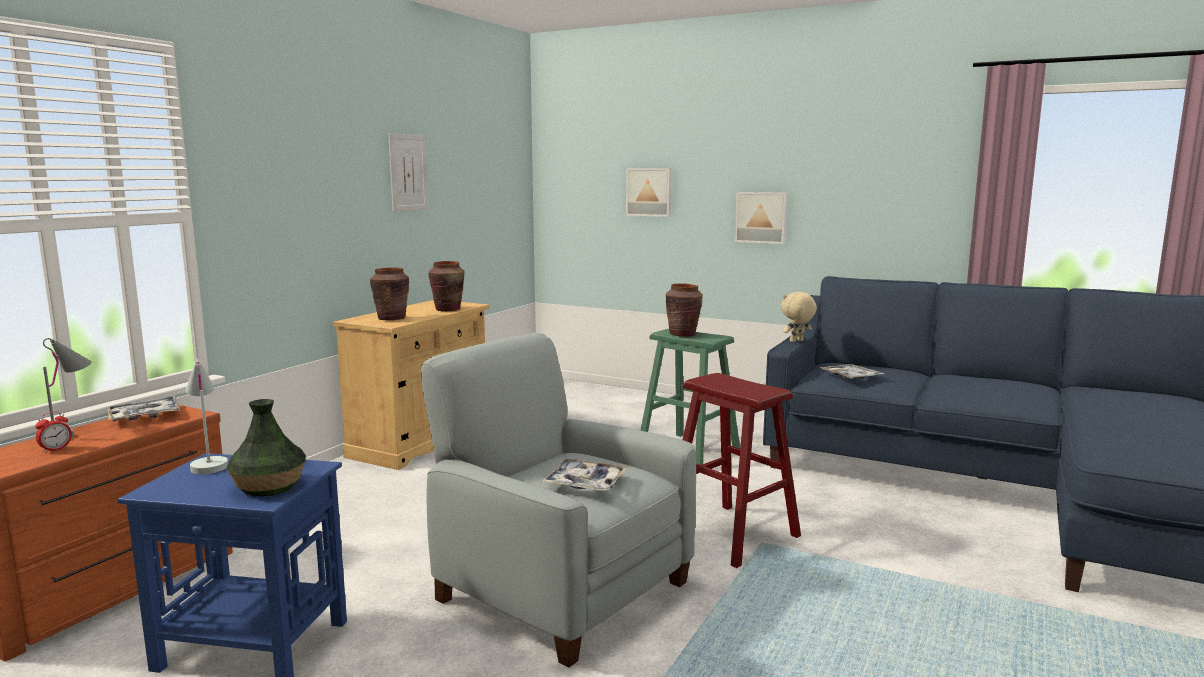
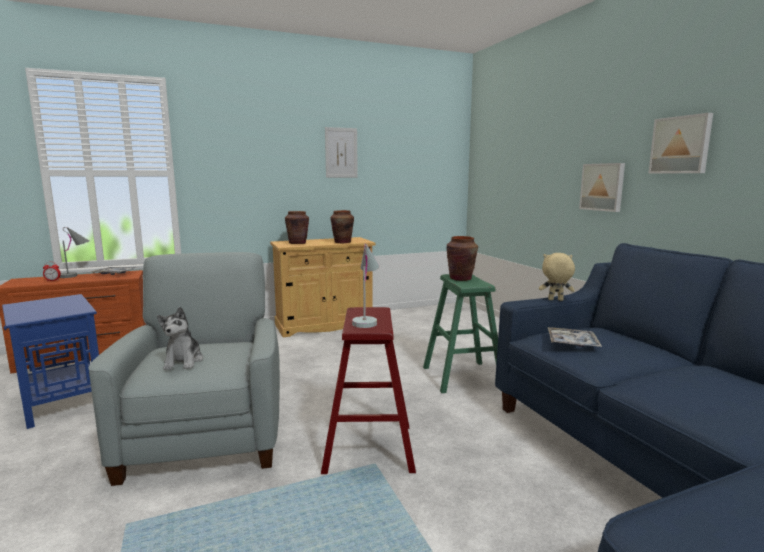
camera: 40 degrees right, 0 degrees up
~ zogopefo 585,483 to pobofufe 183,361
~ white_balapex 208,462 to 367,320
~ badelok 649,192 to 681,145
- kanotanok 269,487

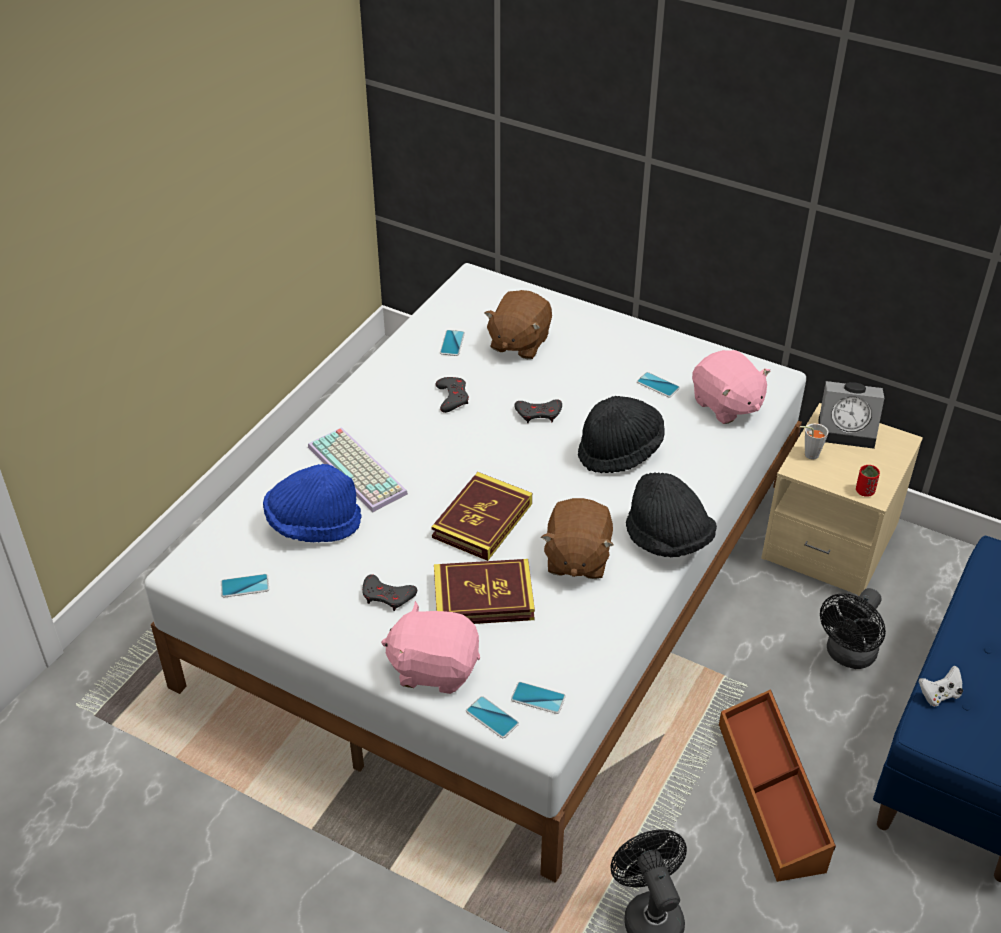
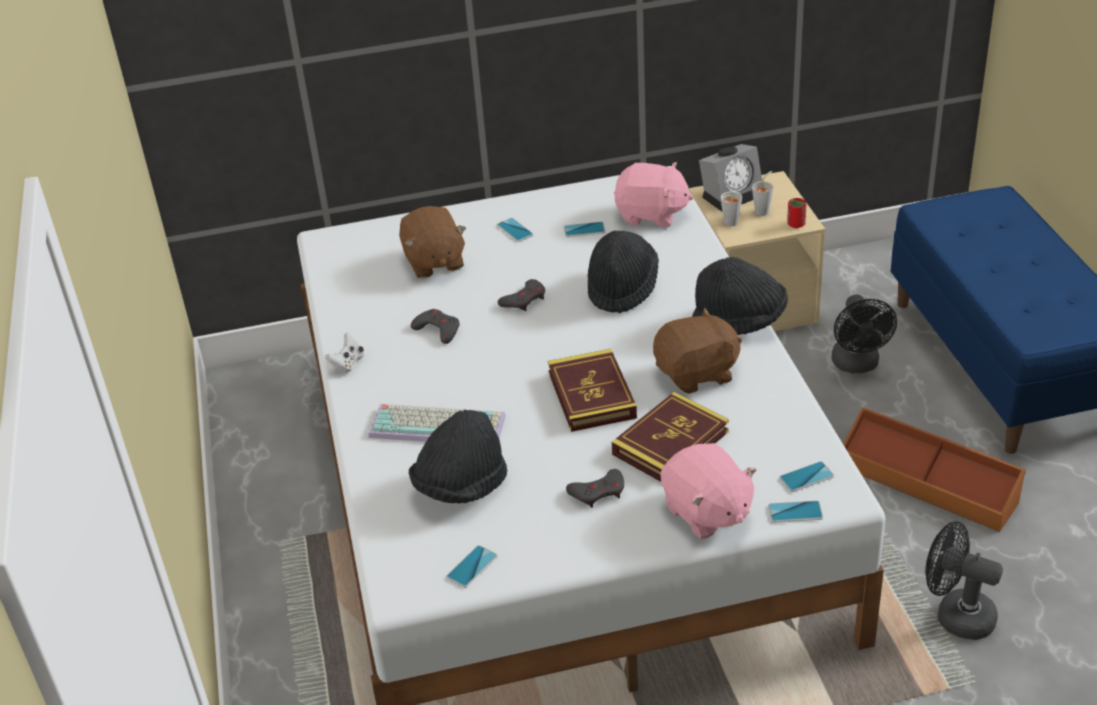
camera: 40 degrees left, 5 degrees down
~ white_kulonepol 939,695 to 347,363
~ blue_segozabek 313,524 to black_segozabek 461,486
~ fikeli 452,343 to 515,230
~ brown_pobofufe 576,558 = 697,374 75 degrees counterclockwise
~ pink_pobofufe 434,668 = 706,512 90 degrees counterclockwise
+ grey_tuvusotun 764,210

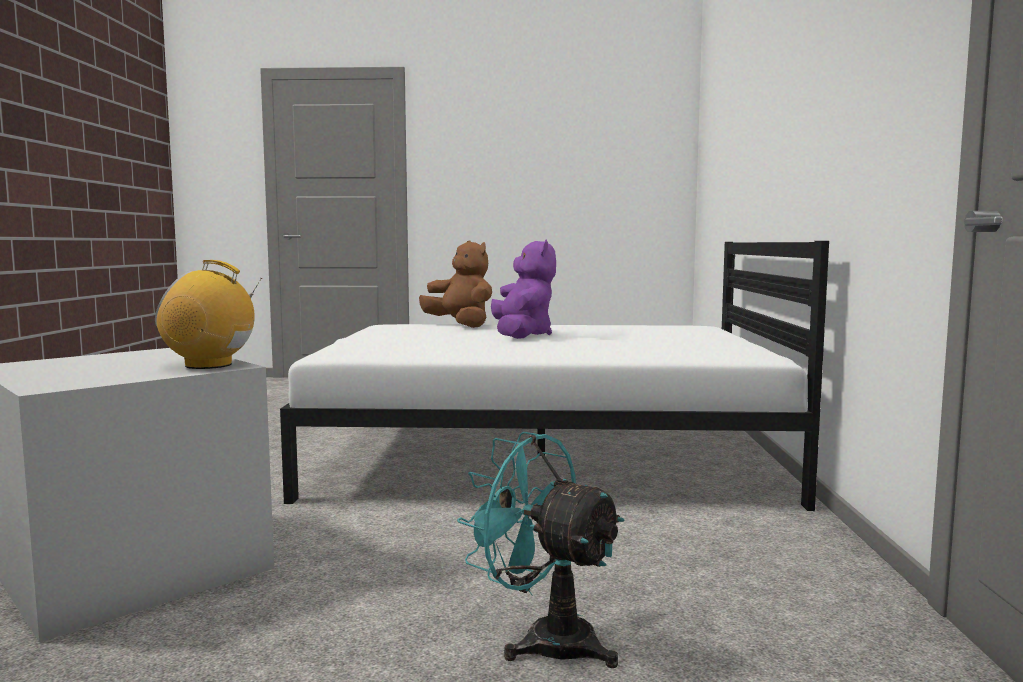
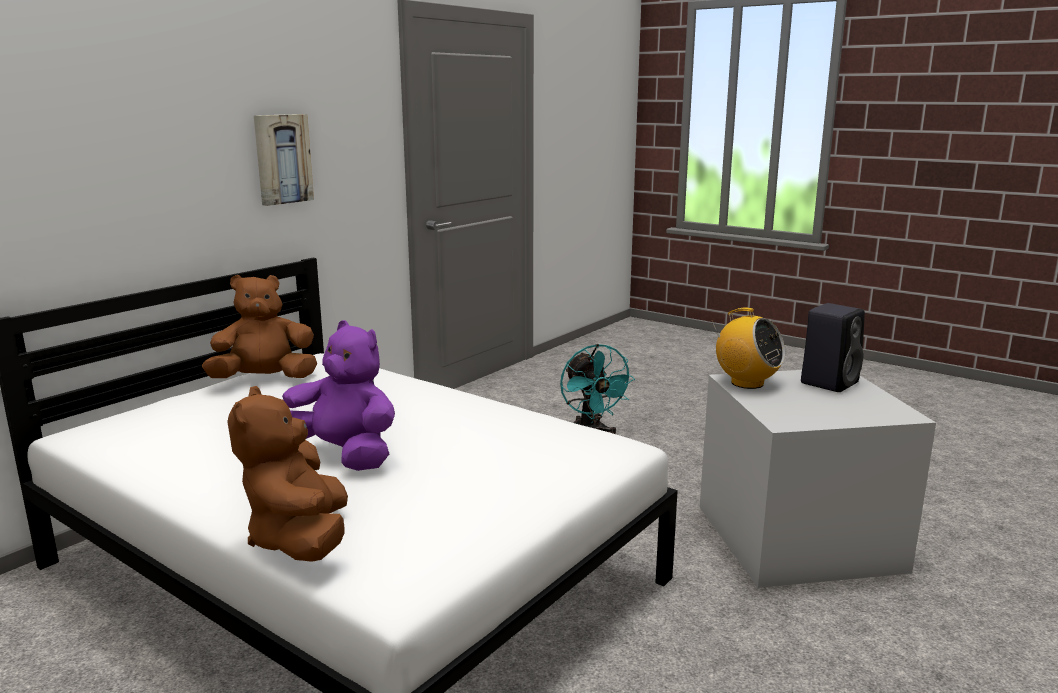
camera: 145 degrees left, 10 degrees up
+ brown_pobofufe 264,379
+ badelok 282,159
~ purple_pobofufe 522,335 = 344,455 90 degrees clockwise
+ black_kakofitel 829,382

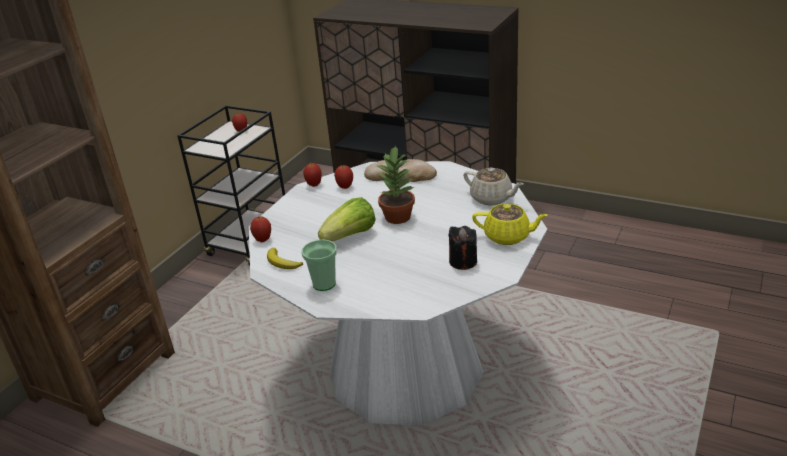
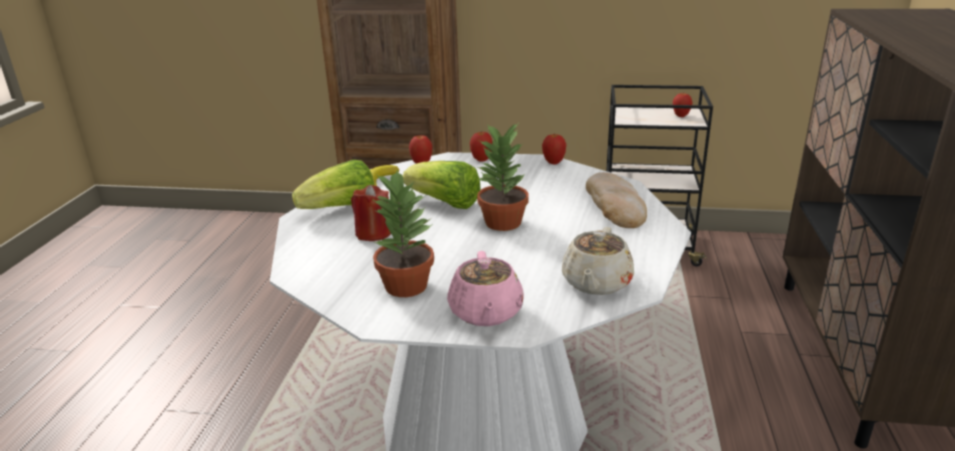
camera: 70 degrees right, 5 degrees down
~ tuvusotun 324,284 to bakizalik 341,209
+ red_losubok 373,233
~ black_losubok 463,261 to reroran 405,285
~ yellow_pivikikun 508,236 to pink_pivikikun 485,313
~ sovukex 345,187 to 481,160

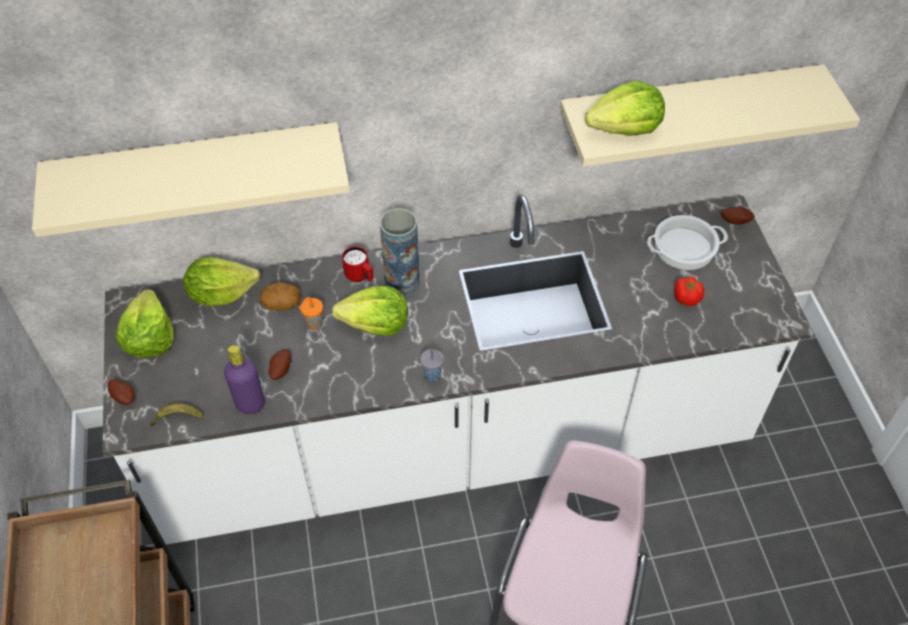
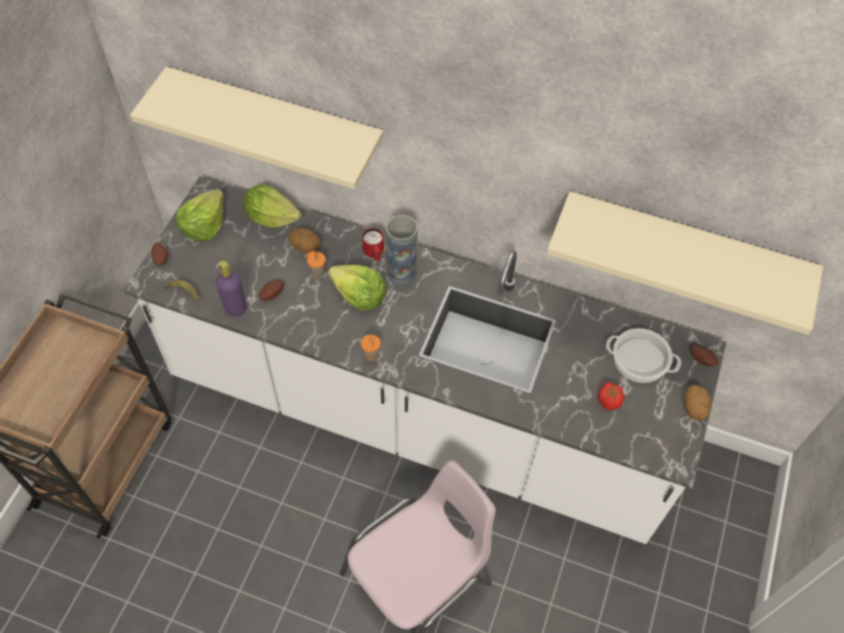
camera: 30 degrees right, 5 degrees up
~ grey_tuvusotun 433,376 to orange_tuvusotun 371,356
+ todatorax 694,408
- bakizalik 625,129

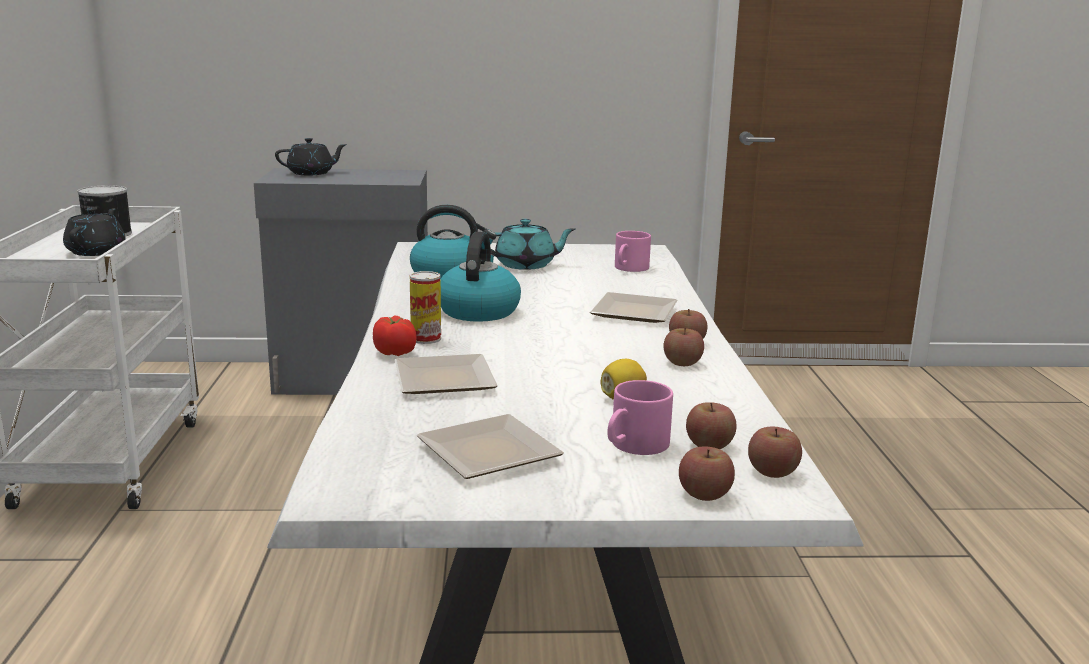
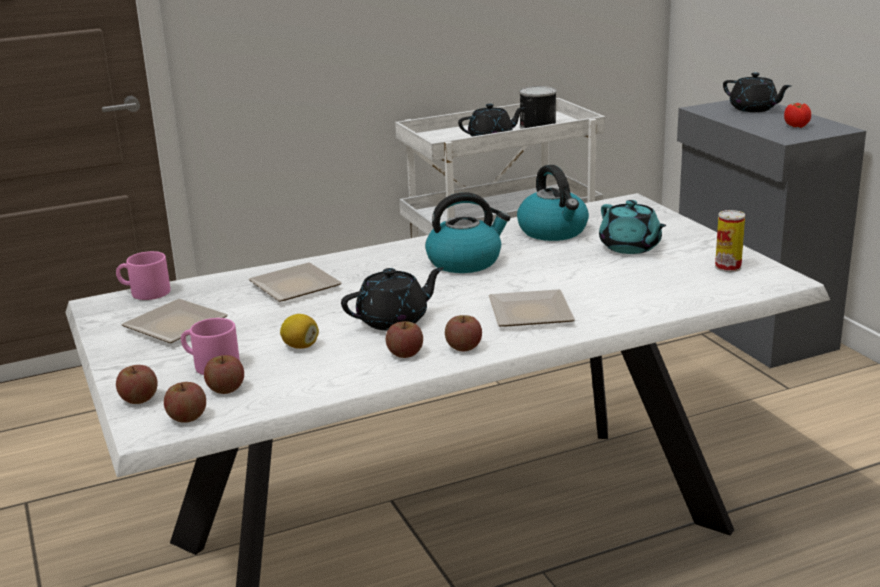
camera: 70 degrees right, 5 degrees up
~ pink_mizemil 629,269 to 144,292
+ black_pivikikun 394,320
~ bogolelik 426,338 to 728,267
~ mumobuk 394,353 to 797,126

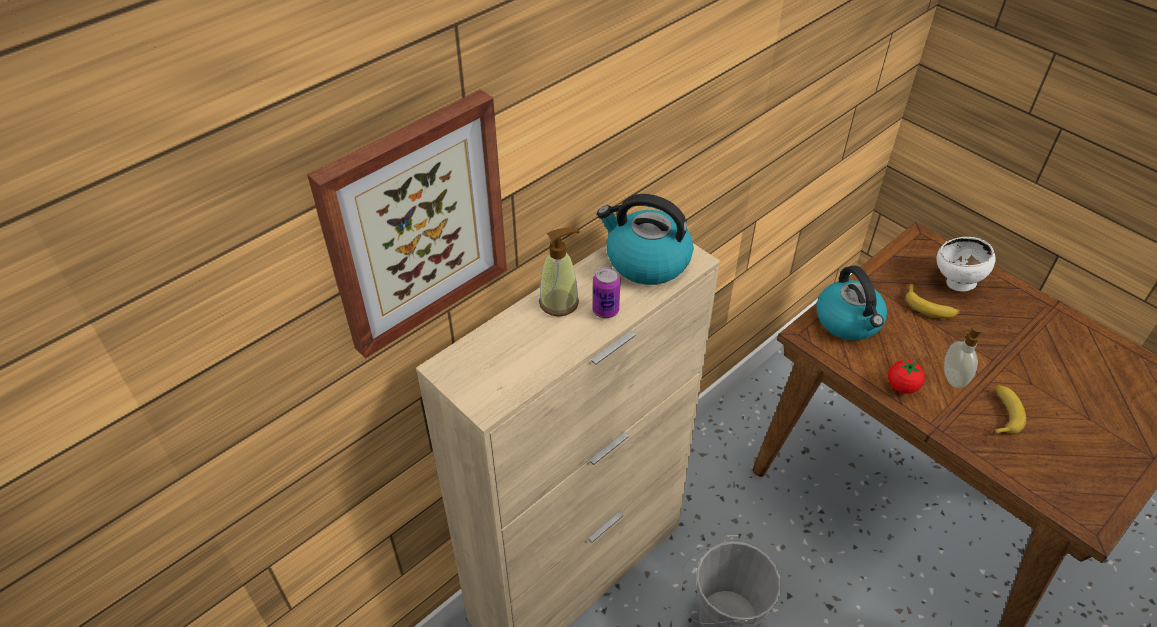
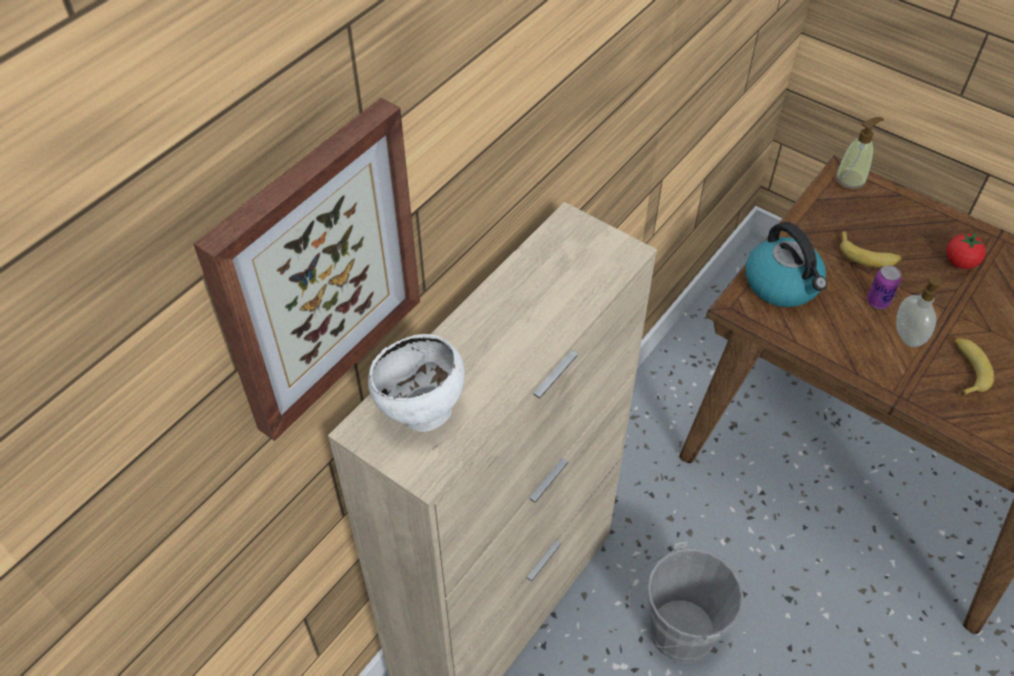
camera: 10 degrees left, 5 degrees up
~ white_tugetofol 955,283 to 420,413
~ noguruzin 559,302 to 850,180
~ bogolelik 605,310 to 877,302
~ mumobuk 902,386 to 960,262
- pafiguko 646,261

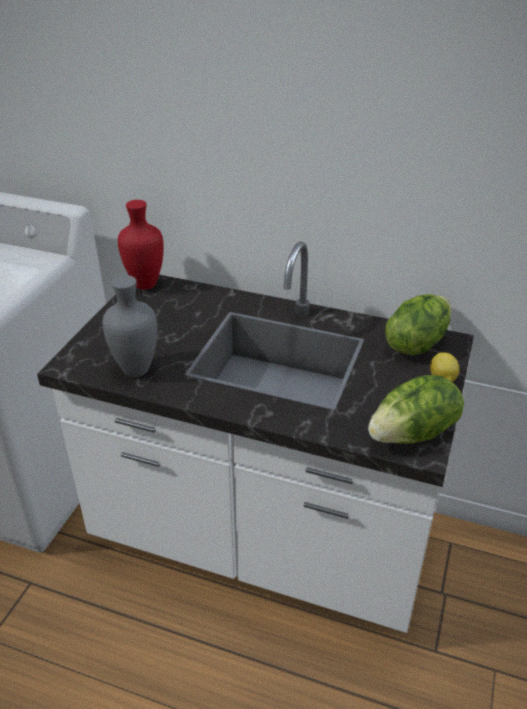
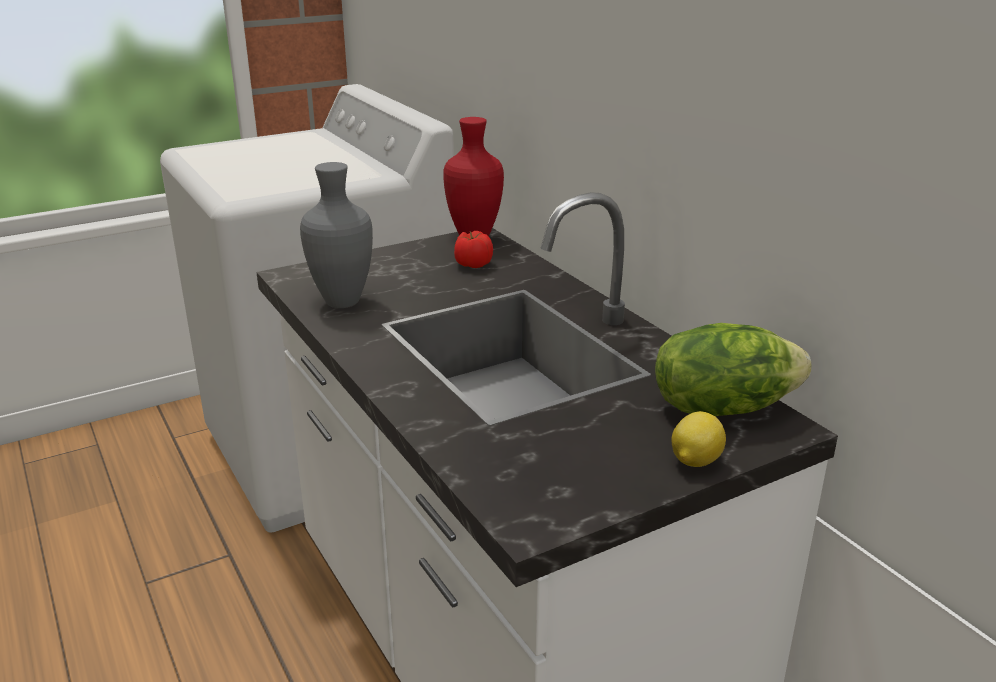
camera: 40 degrees right, 10 degrees down
+ mumobuk 472,264
- bakizalik 414,433

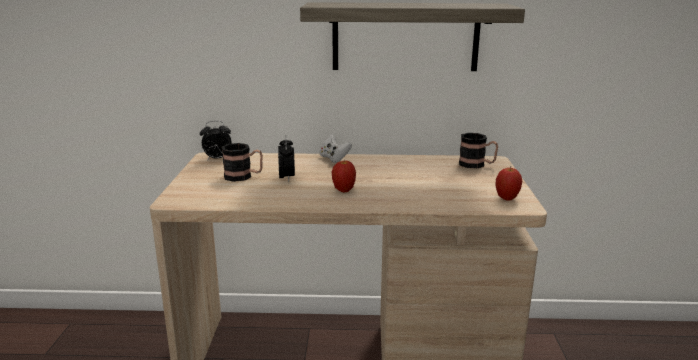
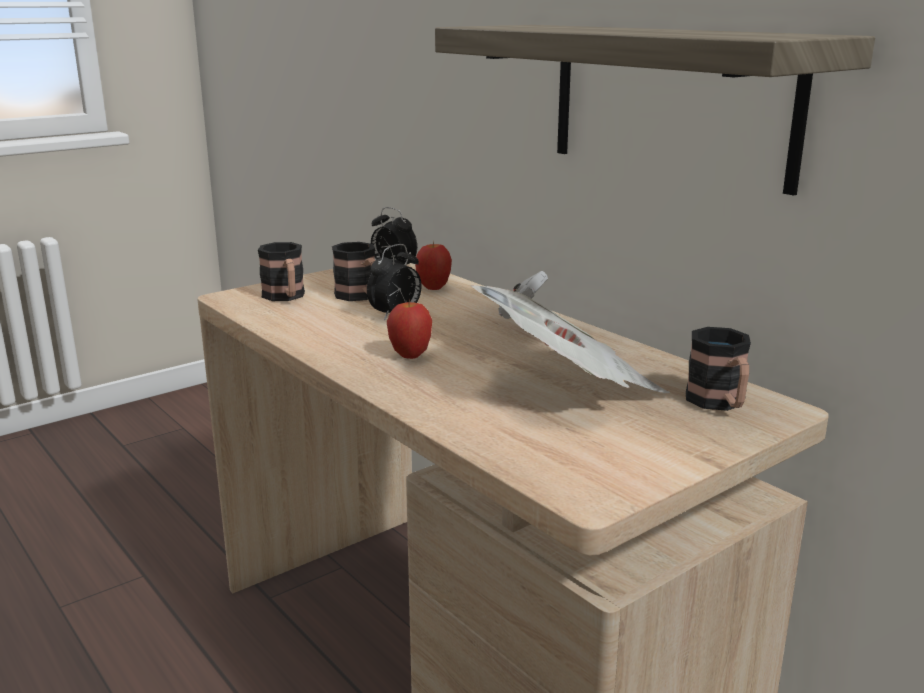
camera: 50 degrees right, 0 degrees up
+ mizemil 285,297
~ sovukex 506,198 to 433,288
+ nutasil 569,387

